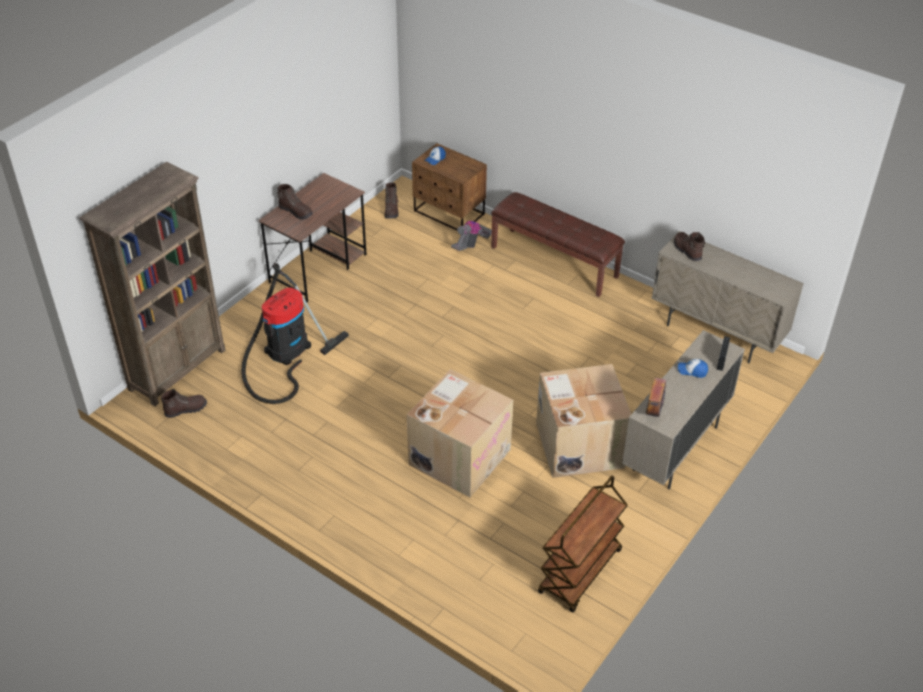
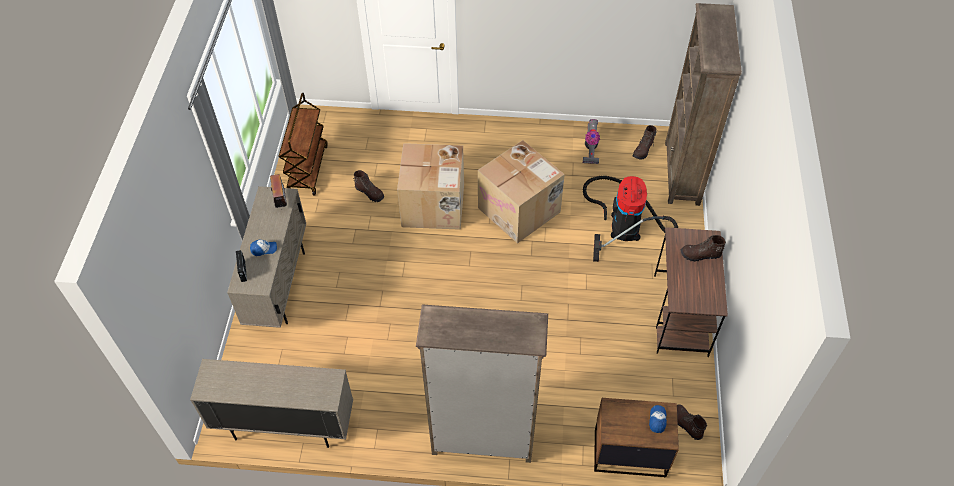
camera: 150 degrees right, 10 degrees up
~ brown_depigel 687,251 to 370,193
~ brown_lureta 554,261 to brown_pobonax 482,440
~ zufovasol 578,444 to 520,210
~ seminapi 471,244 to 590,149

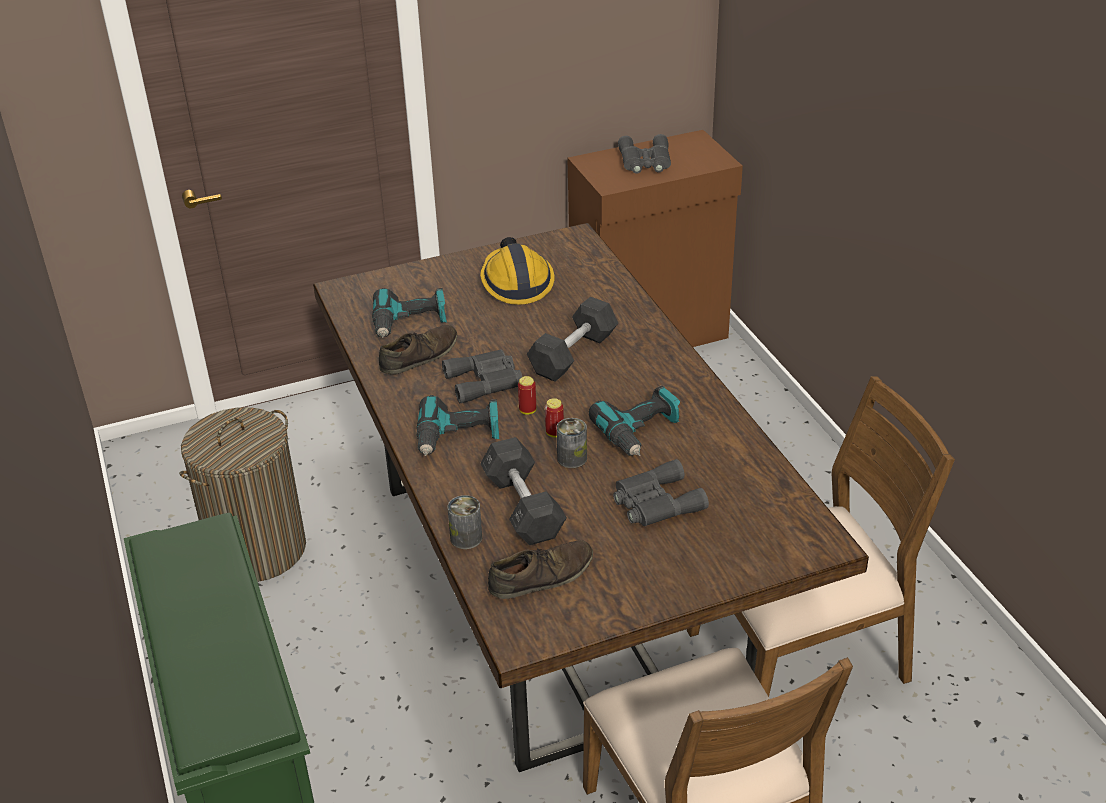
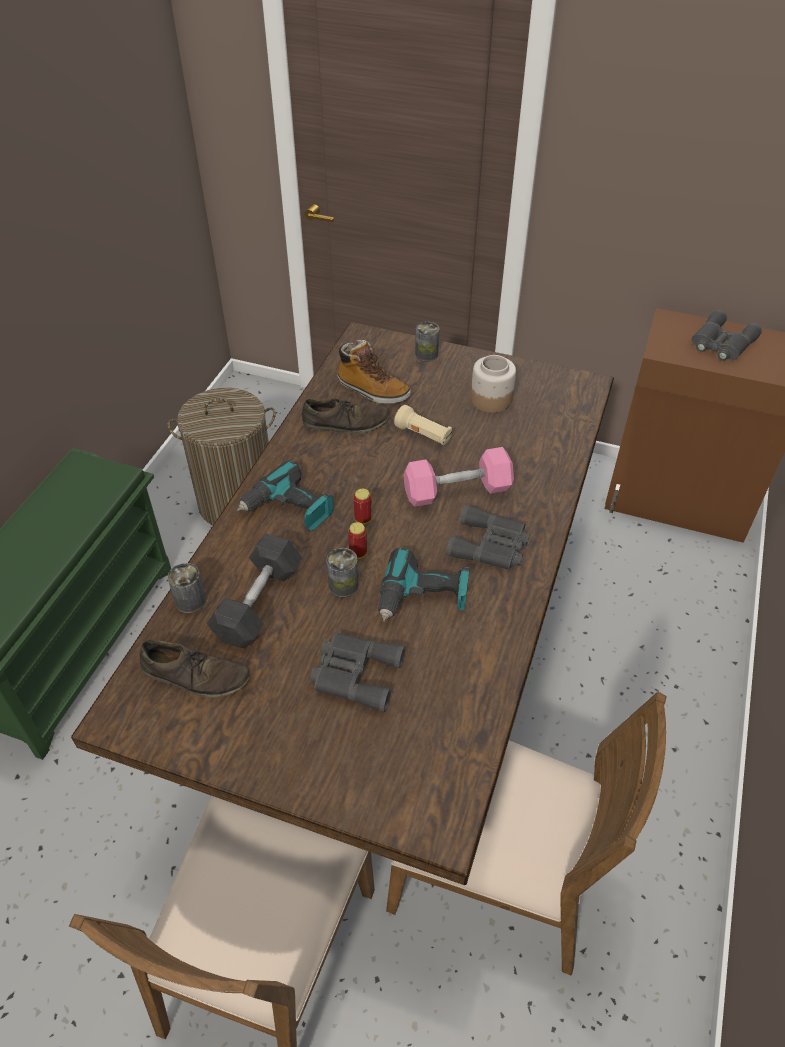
camera: 40 degrees right, 10 degrees up
~ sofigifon 409,323 to depigel 372,391
+ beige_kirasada 423,435
~ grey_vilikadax 573,354 to pink_vilikadax 457,490
+ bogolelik 426,354
~ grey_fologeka 485,381 to 491,546
~ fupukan 516,282 to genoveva 490,400

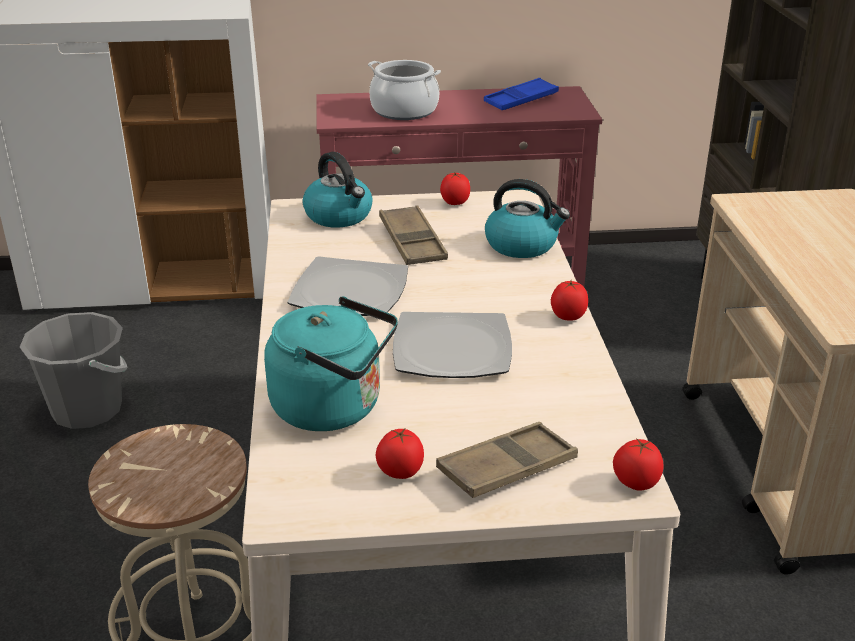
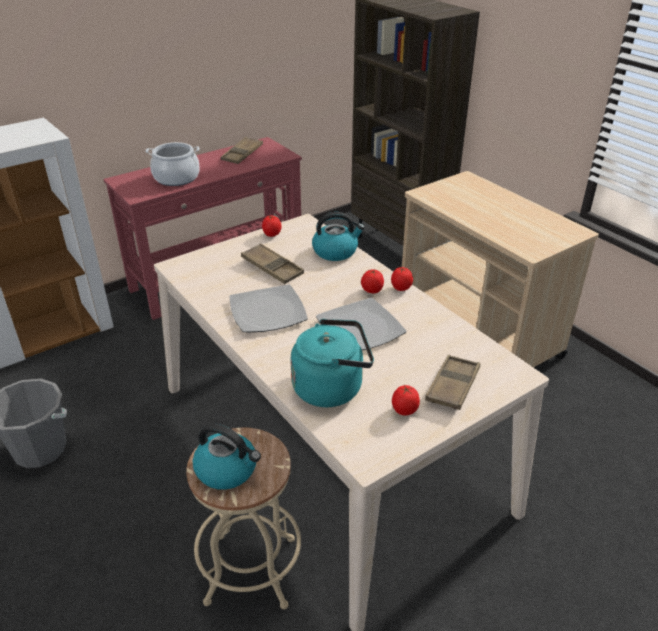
camera: 30 degrees left, 5 degrees up
~ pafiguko 339,216 to 227,470
~ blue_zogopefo 521,100 to brown_zogopefo 242,154
~ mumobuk 635,483 to 371,291

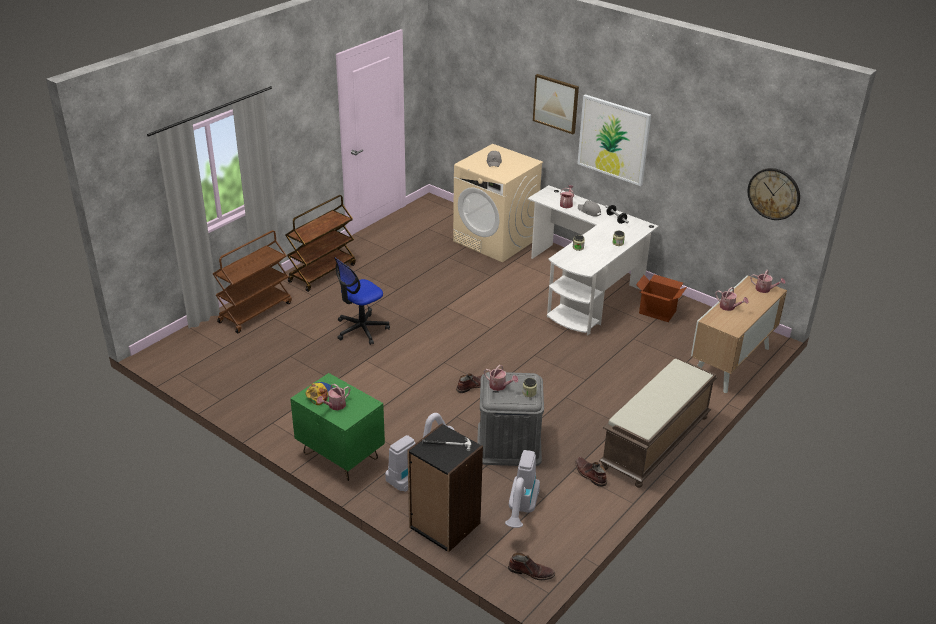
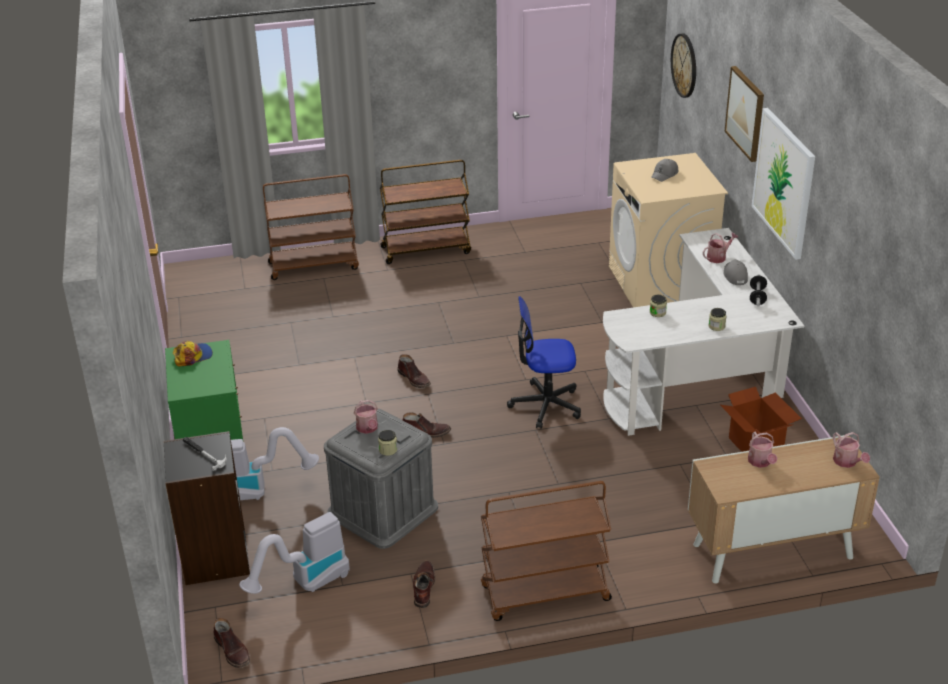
camera: 40 degrees right, 0 degrees up
+ brown_depigel 414,379
~ brown_lureta 656,443 to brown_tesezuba 544,594
~ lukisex 361,329 to 545,405
~ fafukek 774,193 to 684,65
- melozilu 335,406

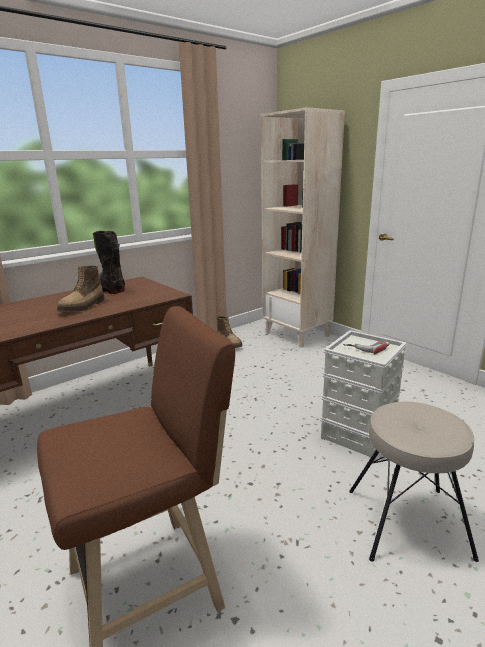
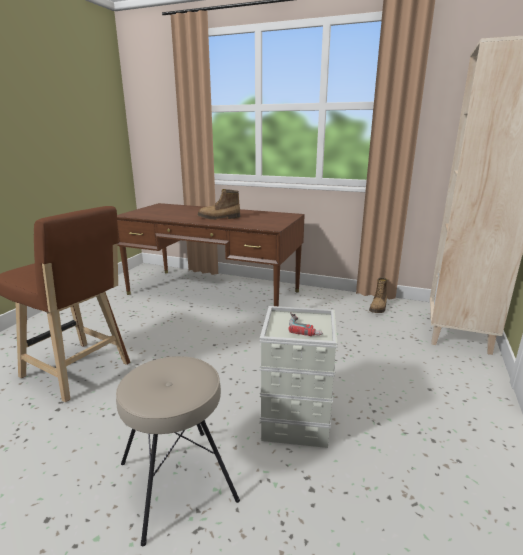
camera: 60 degrees right, 0 degrees up
- black_depigel 107,291

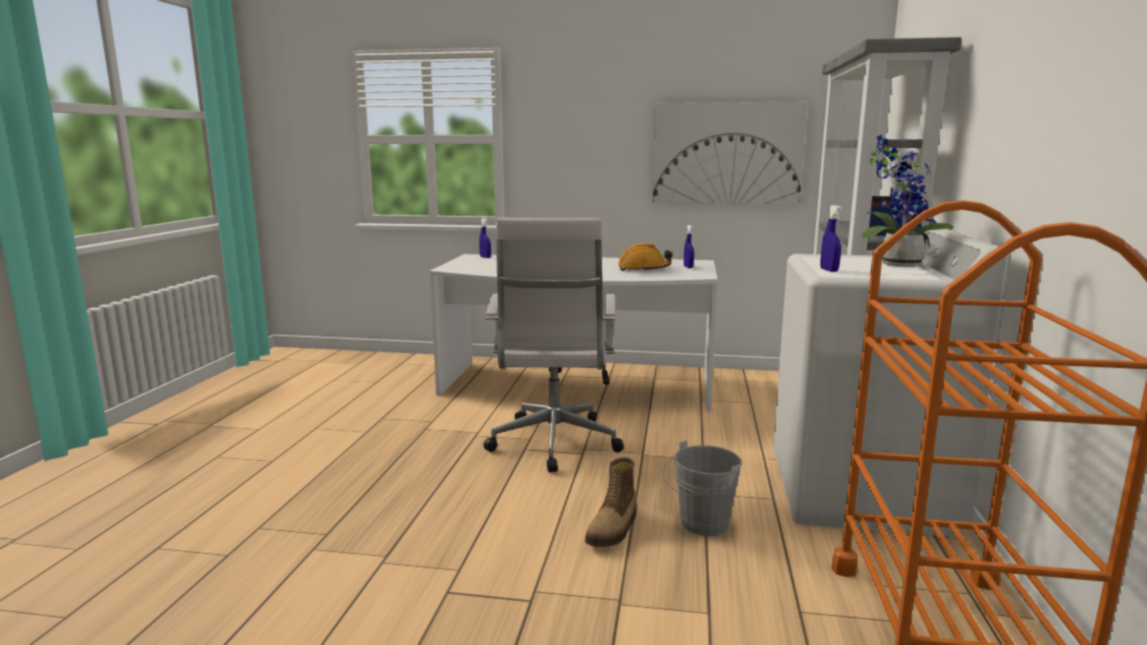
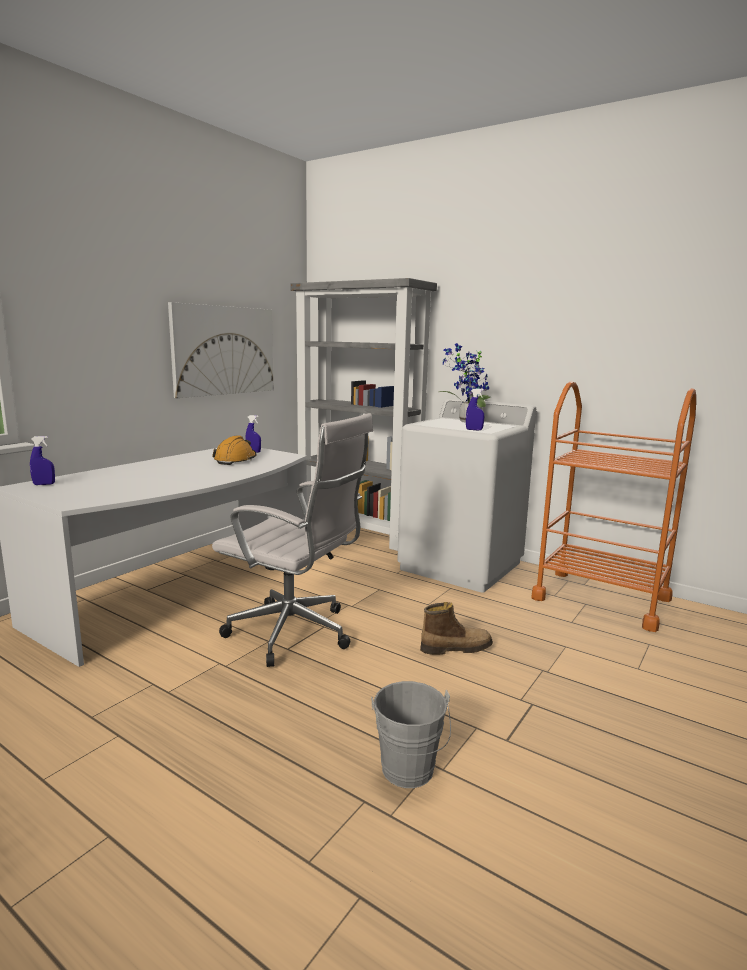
camera: 65 degrees left, 0 degrees up
~ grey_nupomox 700,525 to 409,773
~ depigel 613,530 = 455,648 60 degrees counterclockwise

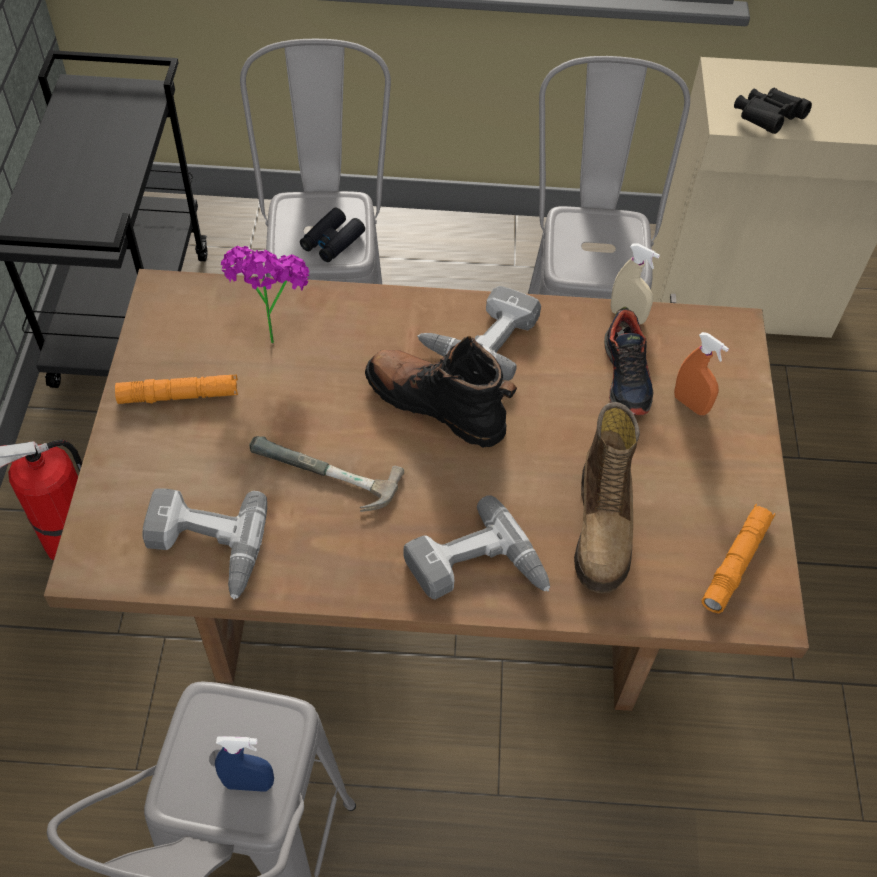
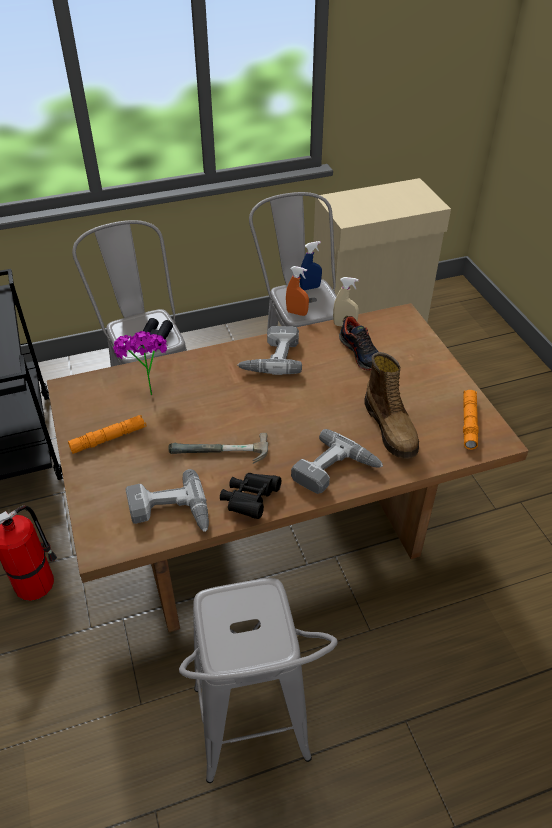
camera: 20 degrees left, 10 degrees down
~ black_fologeka 766,120 to 250,501
~ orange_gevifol 690,404 to 297,313
~ blue_gevifol 249,783 to 310,288
- black_depigel 436,405

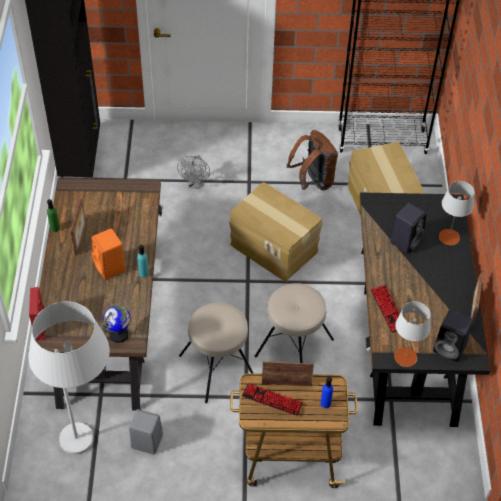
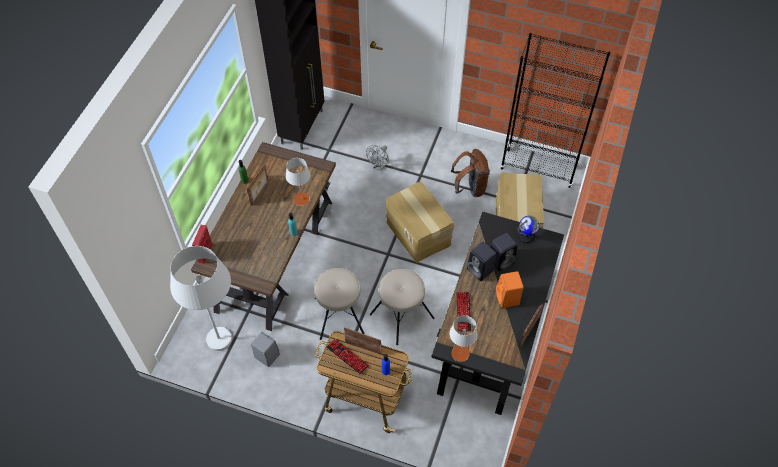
camera: 20 degrees right, 5 degrees up
~ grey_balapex 449,237 to 301,199
~ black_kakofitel 450,348 to 480,270
~ orange_kakofitel 110,267 to 508,299
~ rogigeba 119,335 to 526,237

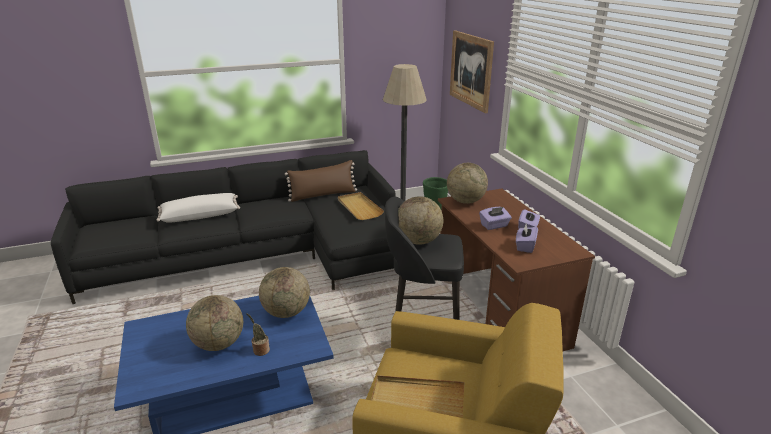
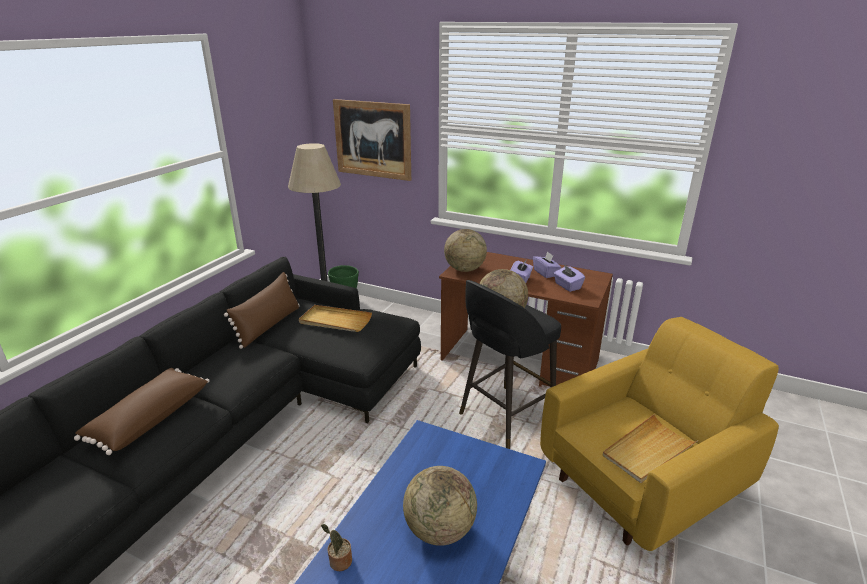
camera: 45 degrees left, 0 degrees up
~ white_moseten 200,215 to brown_moseten 149,418
~ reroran 260,350 to 339,562
- rogigeba 286,312

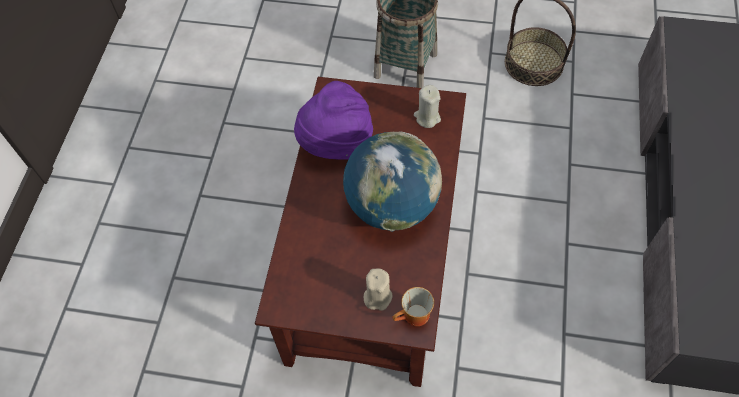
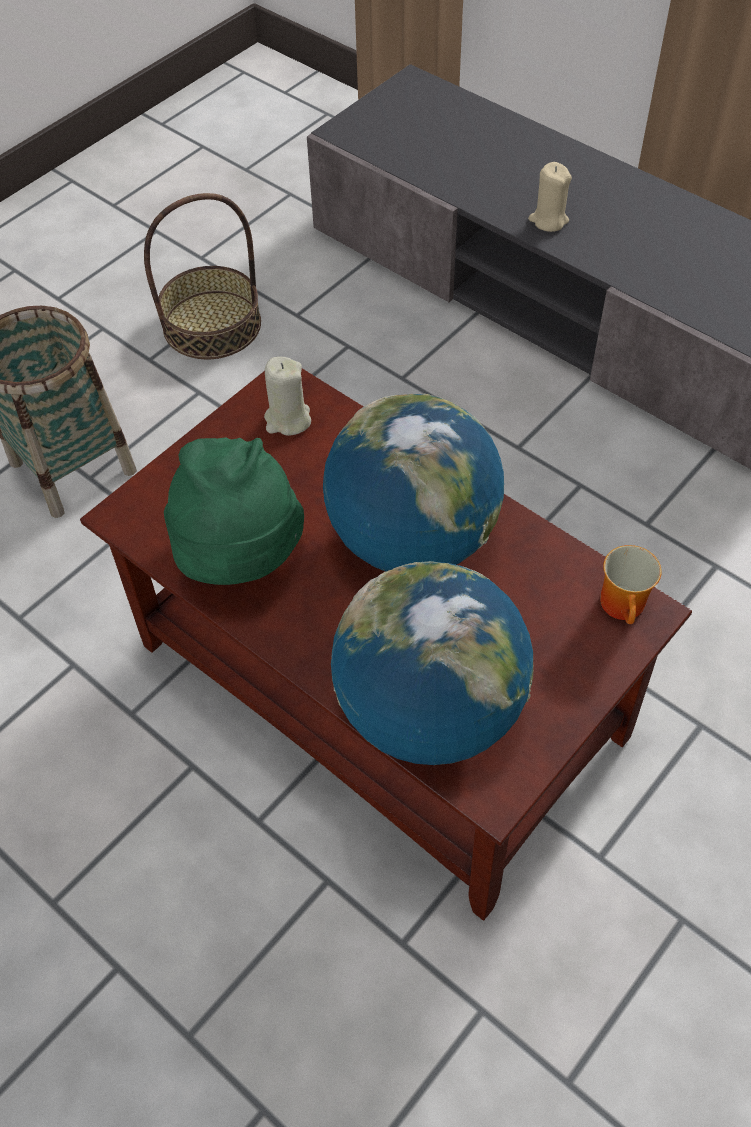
camera: 60 degrees left, 5 degrees down
~ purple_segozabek 336,144 to green_segozabek 239,557
+ rogigeba 429,711
~ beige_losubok 377,296 to 548,220

